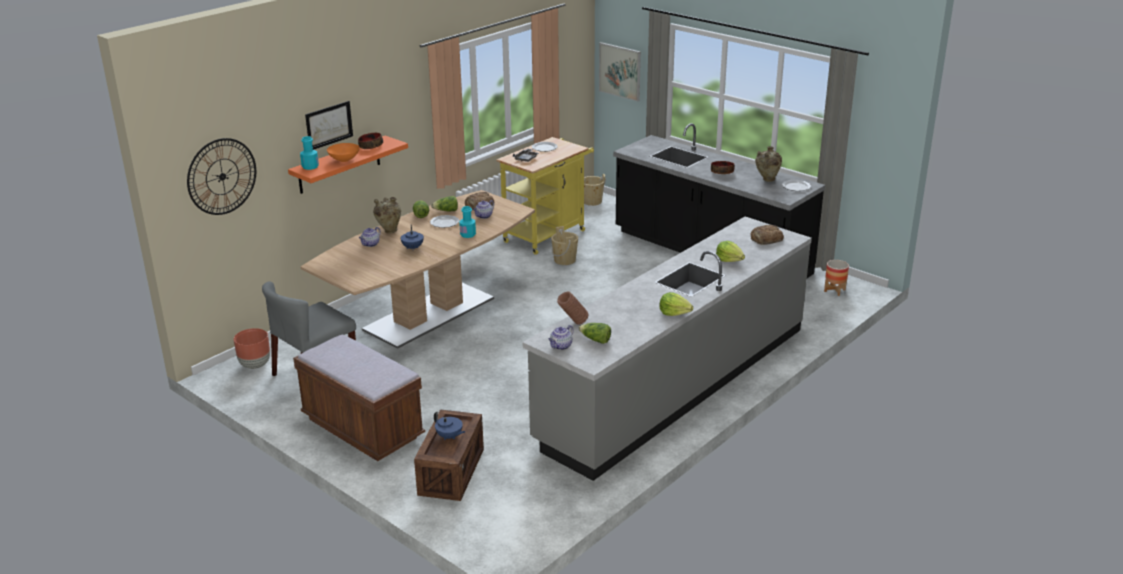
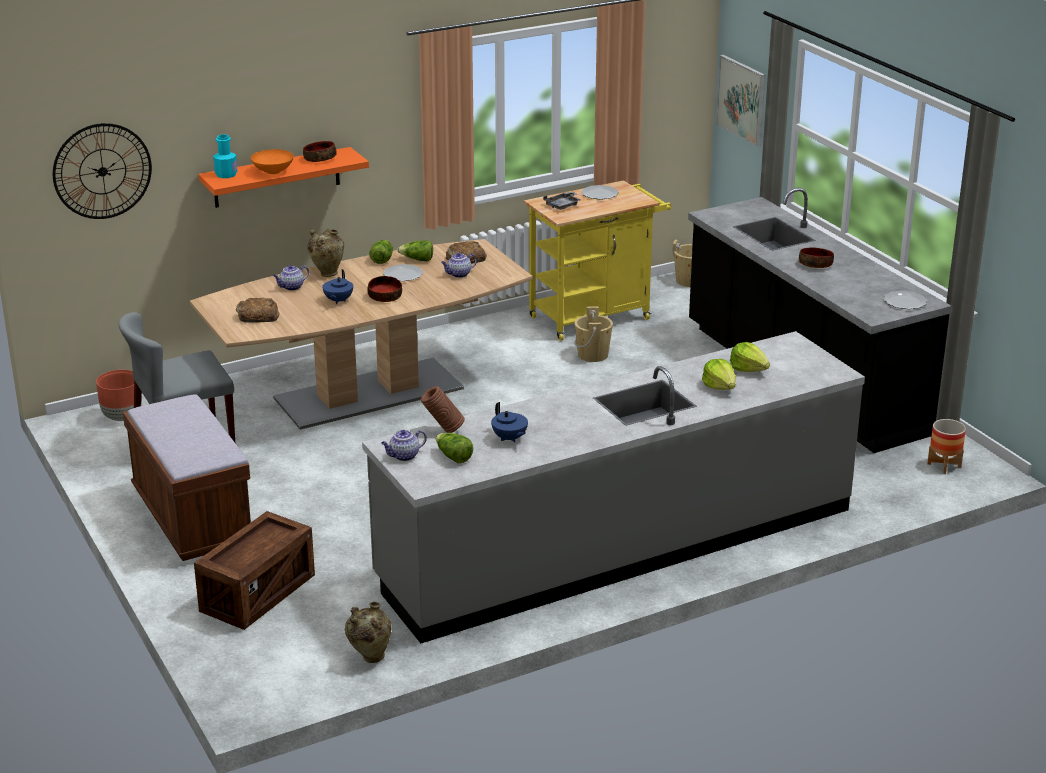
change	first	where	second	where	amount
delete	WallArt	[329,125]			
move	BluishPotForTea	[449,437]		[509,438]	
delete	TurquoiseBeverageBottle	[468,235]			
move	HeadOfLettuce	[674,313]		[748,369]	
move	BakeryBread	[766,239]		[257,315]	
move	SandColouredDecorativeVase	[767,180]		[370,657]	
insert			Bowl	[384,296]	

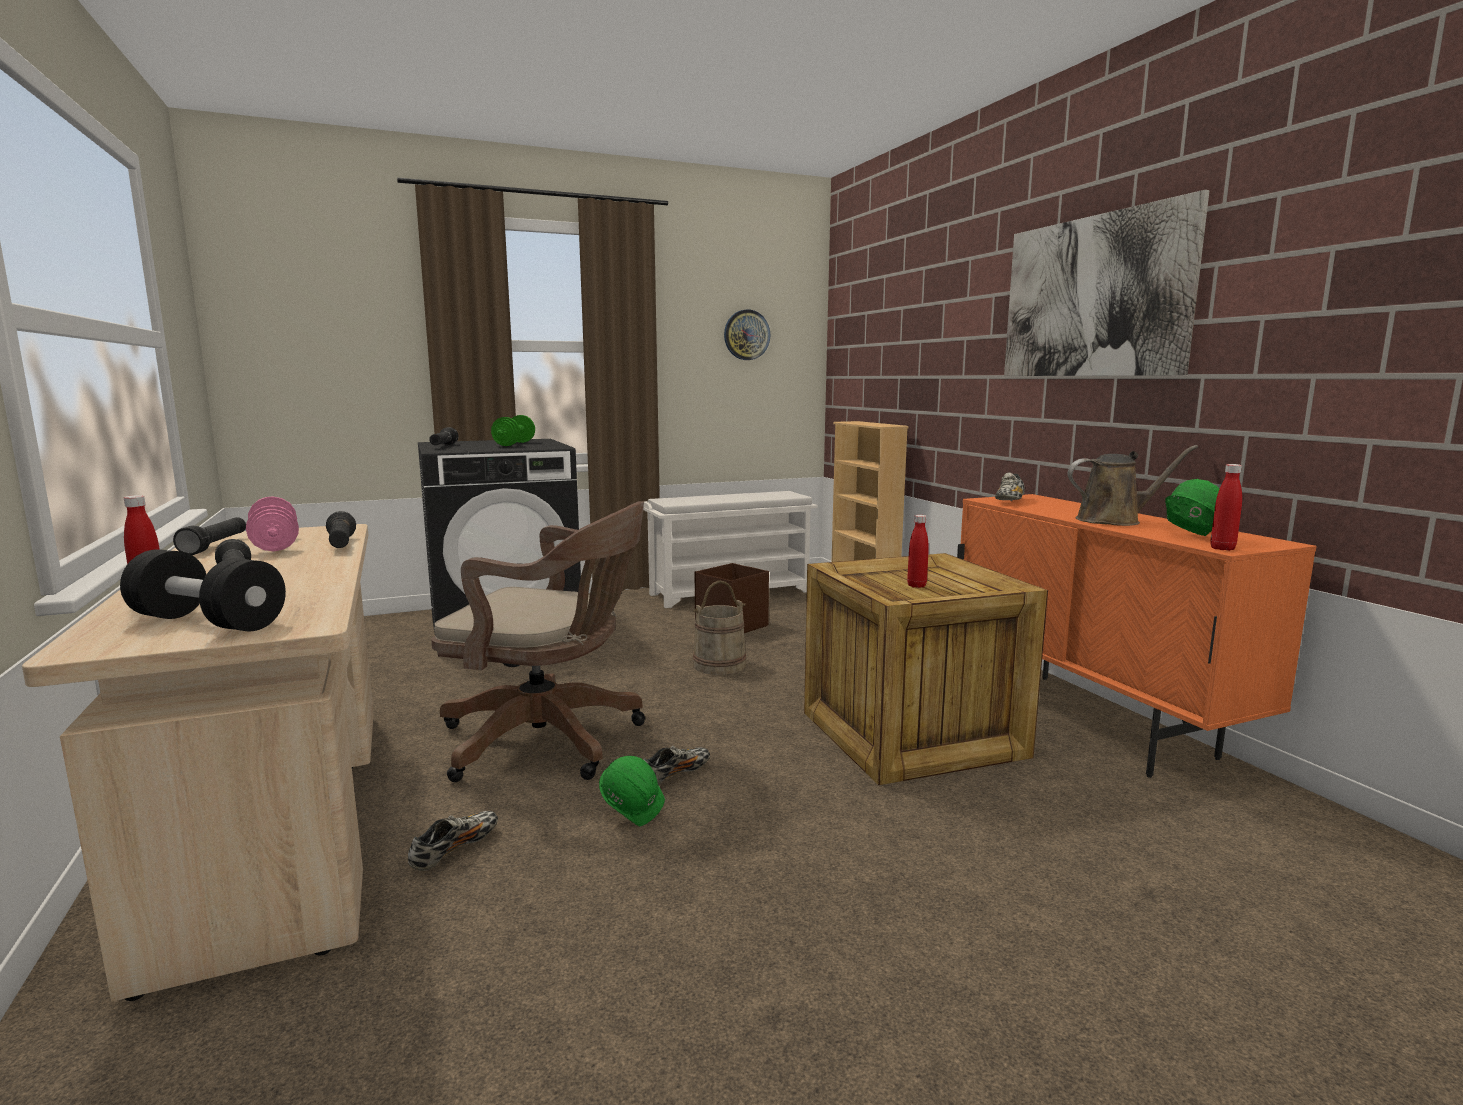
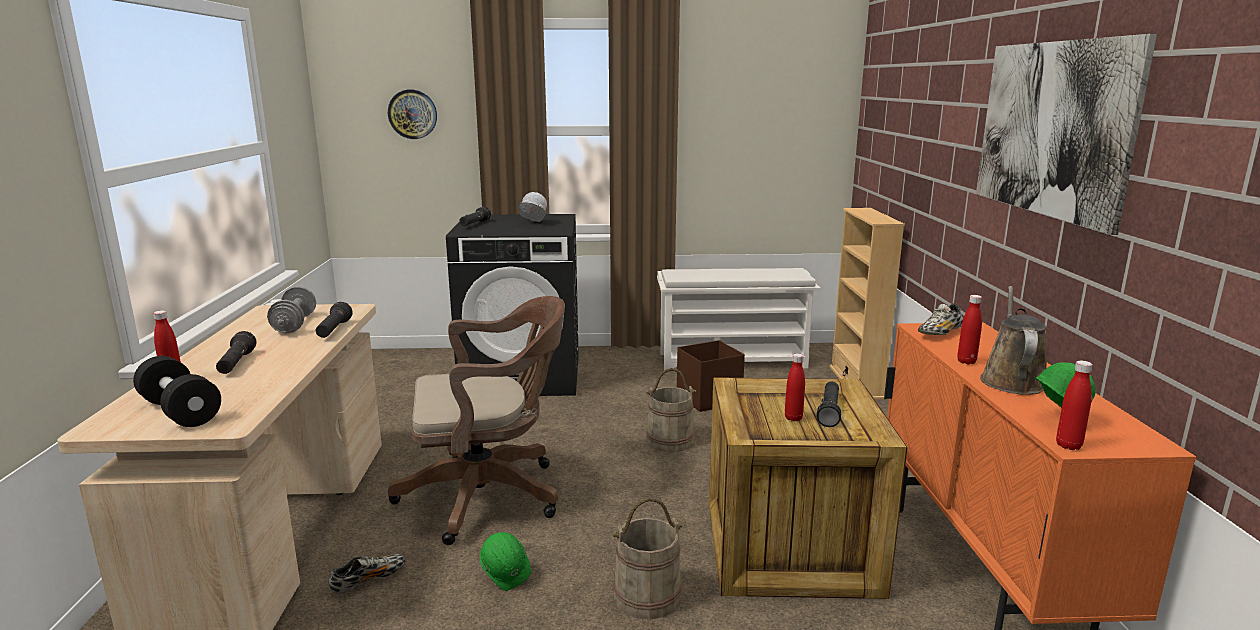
change	first	where	second	where	amount
move	BlackFlashlight	[216,546]		[829,411]	
recolor	PinkDumbbell	[275,544]	GreyishDumbbell	[294,324]	
rotate	BrownComputerChair	[551,741]		[490,495]	45 degrees counterclockwise
replace	GreenishDumbbell	[514,444]	WhiteColouredWorkHelmet	[532,224]	
delete	ItemOfFootwear	[674,775]			
move	ClockOnTheWall	[746,335]		[412,114]	
rotate	BrownSprinklingCan	[1114,520]		[1011,380]	90 degrees counterclockwise
insert			SandColouredBucket	[647,595]	
insert			RedColouredBeverageBottle	[966,361]	

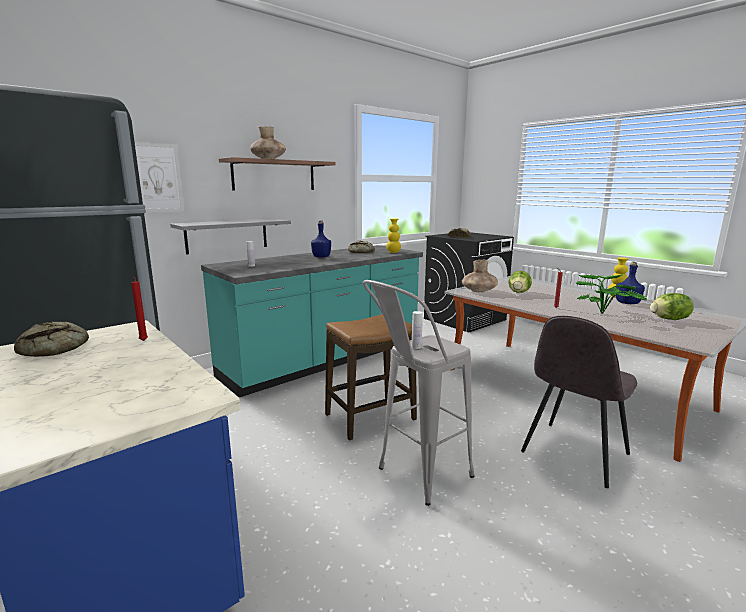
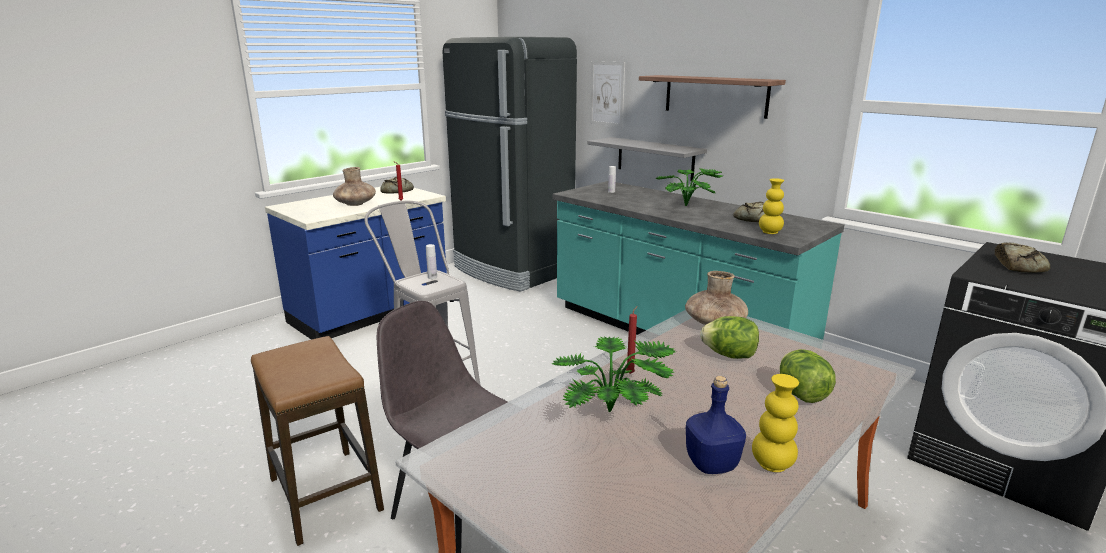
change	first	where	second	where	amount
move	BrownDecorativeVase	[268,159]		[355,204]	
replace	BluishBeverageBottle	[321,257]	PlantInAPot	[689,206]	
move	SittingStool	[370,417]		[325,494]	
move	HeadOfLettuce	[669,319]		[801,394]	

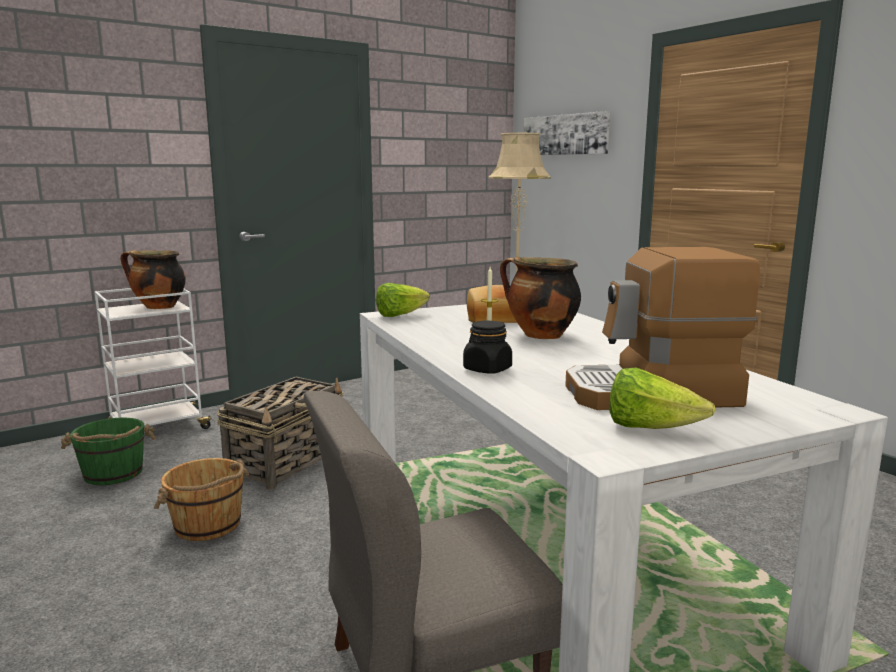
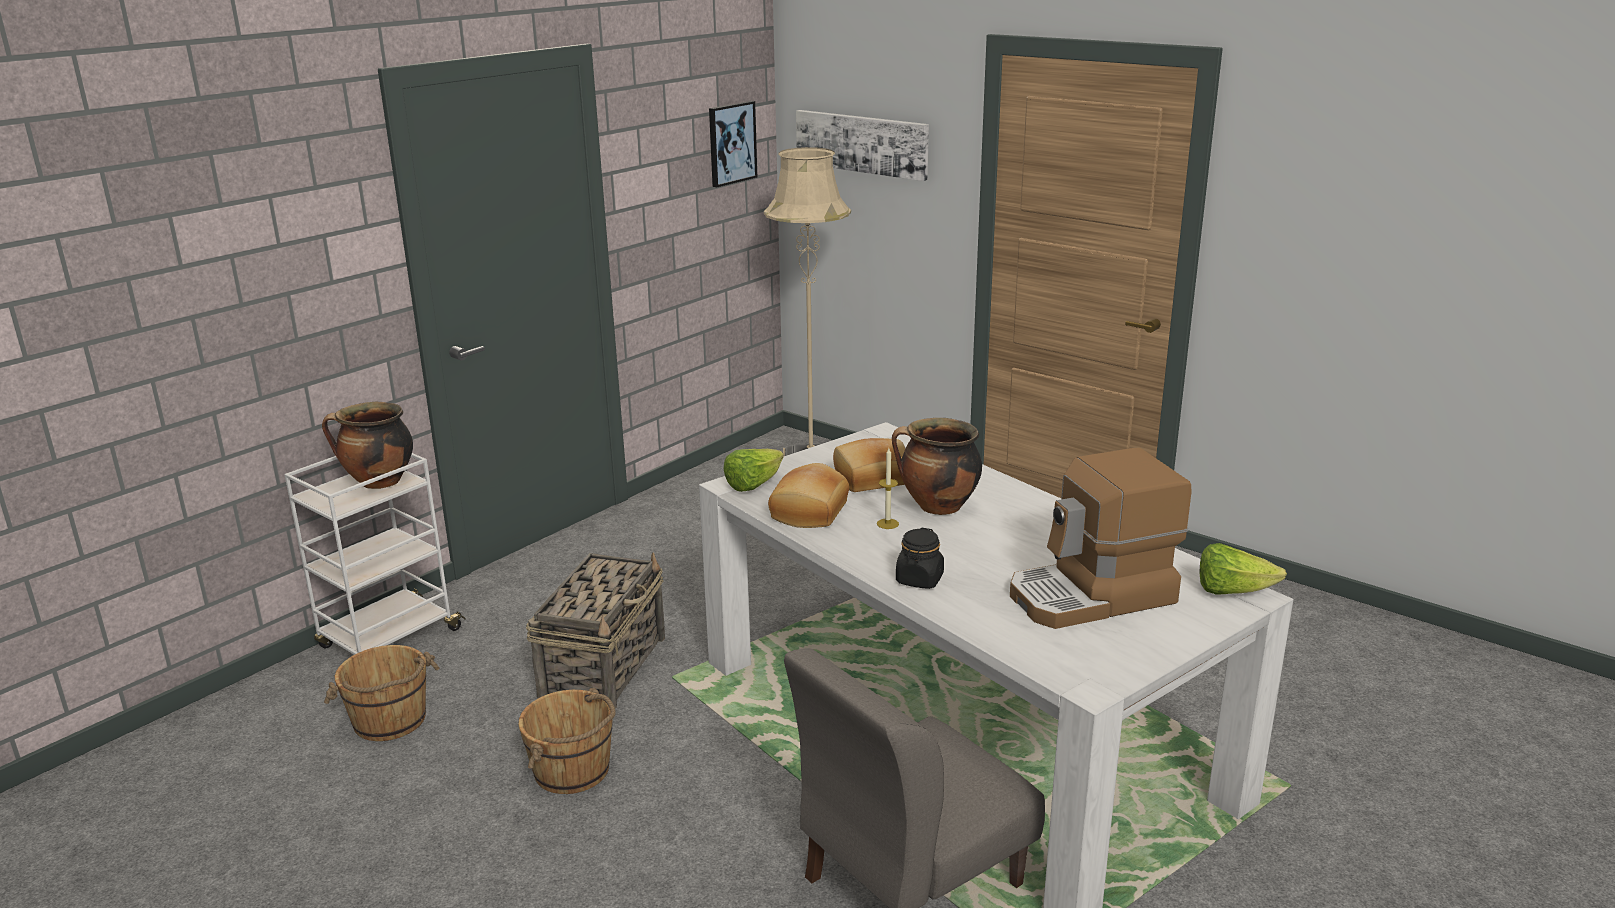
change	first	where	second	where	amount
recolor	GreenishBucket	[113,474]	BrownBucket	[390,721]	
move	HeadOfLettuce	[650,428]		[1231,591]	
insert			WallArt	[731,143]	
insert			BakeryBread	[811,512]	

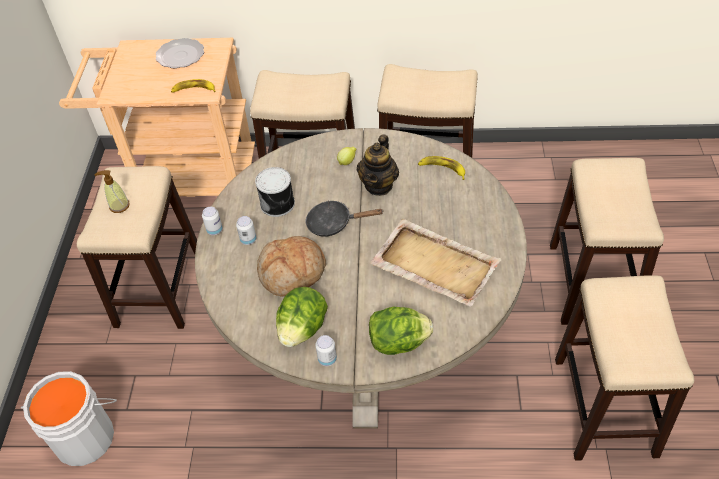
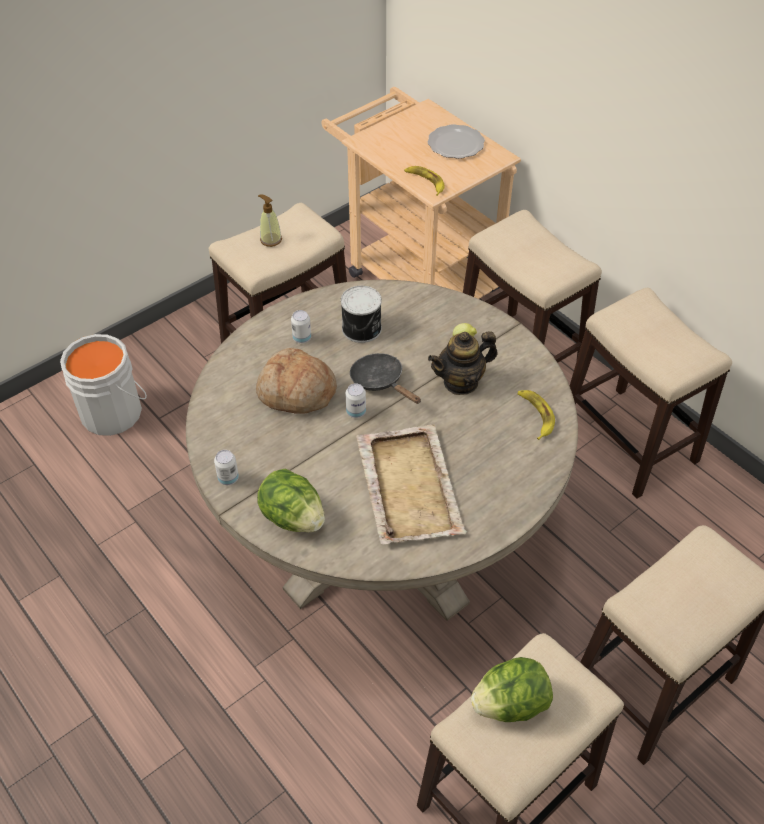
change	first	where	second	where	amount
move	SealedCan	[215,230]		[356,412]	
move	HeadOfLettuce	[302,329]		[510,704]	

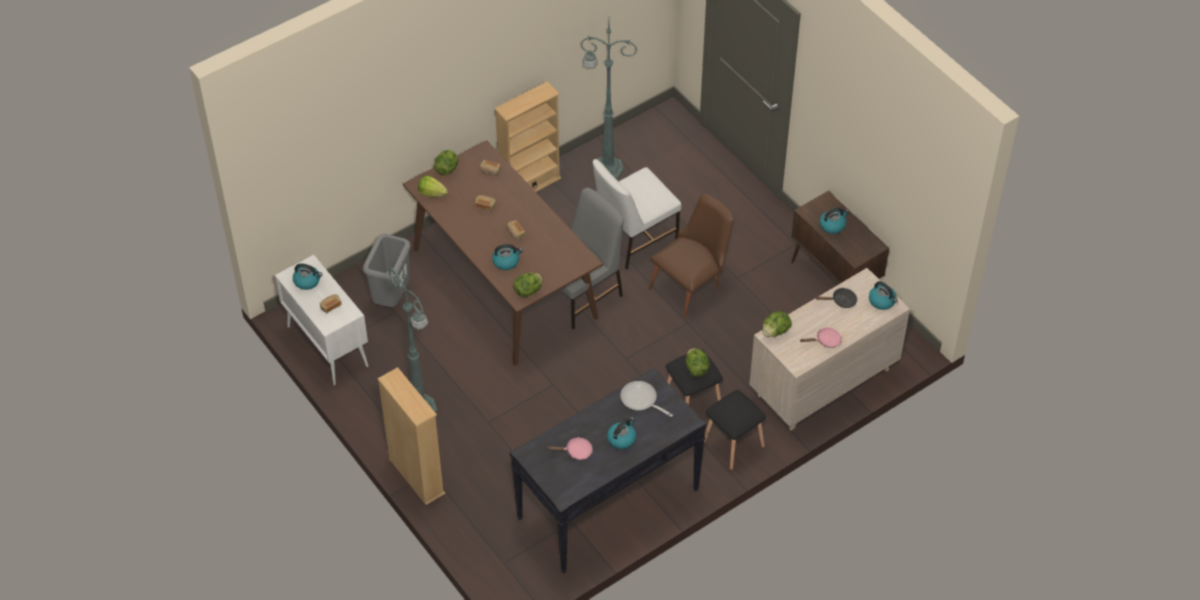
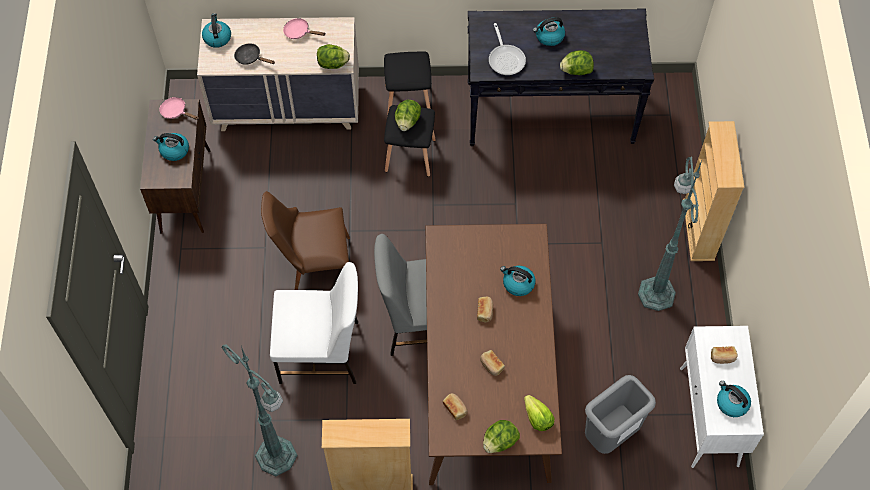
change	first	where	second	where	amount
move	HeadOfLettuce	[528,291]		[576,71]	
move	PinkFryingPan	[576,451]		[176,112]	

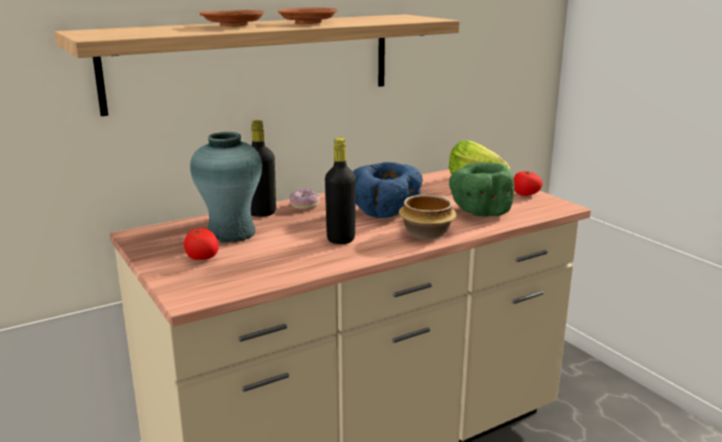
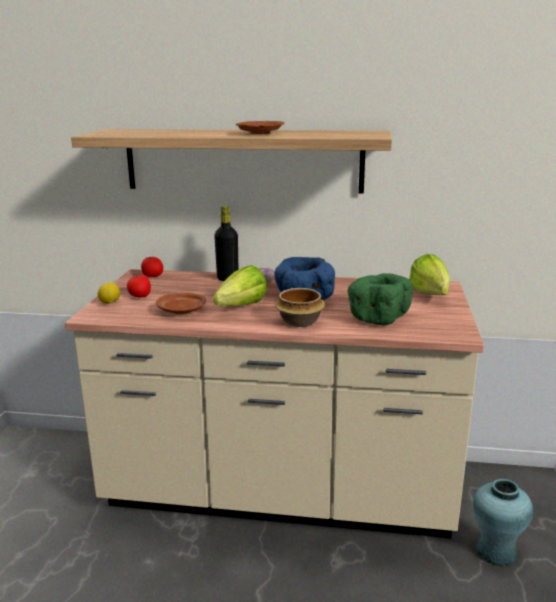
change	first	where	second	where	amount
move	TurquoiseDecorativeVase	[232,234]		[496,552]	
move	BrownPlate	[234,26]		[182,311]	
replace	BlackBeverageBottle	[341,239]	HeadOfLettuce	[236,308]	
move	WholeTomato	[525,194]		[152,276]	
insert			CitrusFruit	[110,303]	

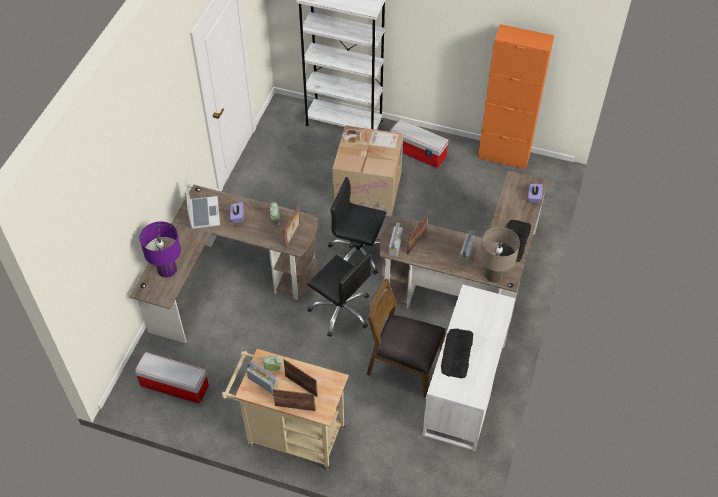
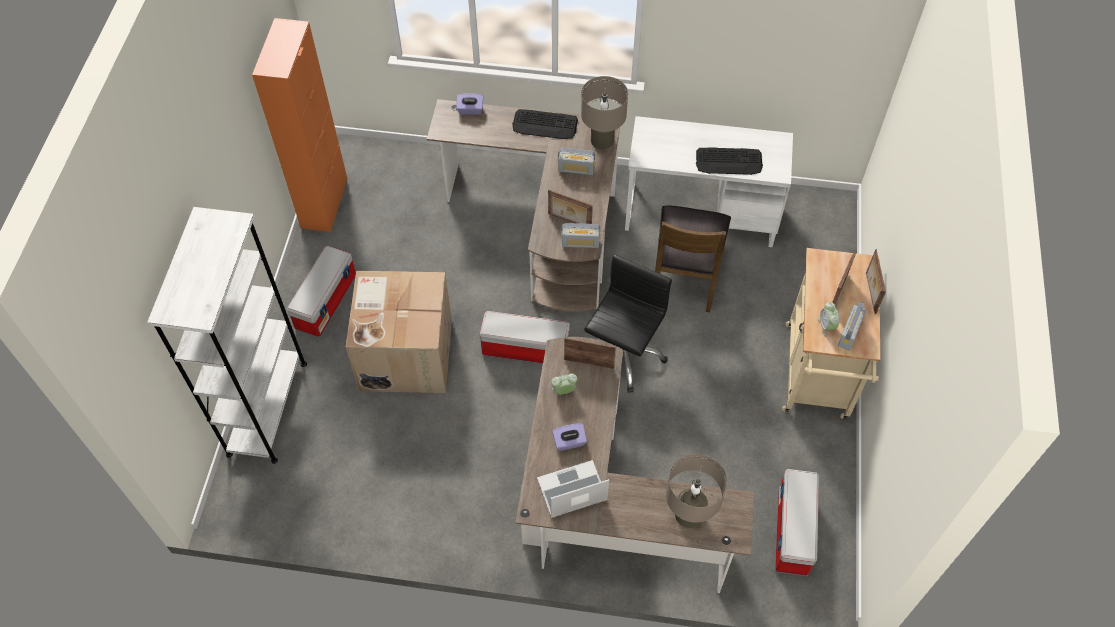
change	first	where	second	where	amount
recolor	PurplishLampForATable	[167,269]	SandColouredLampForATable	[689,514]	
replace	BlackComputerChair	[357,253]	StorageBin	[524,349]	

